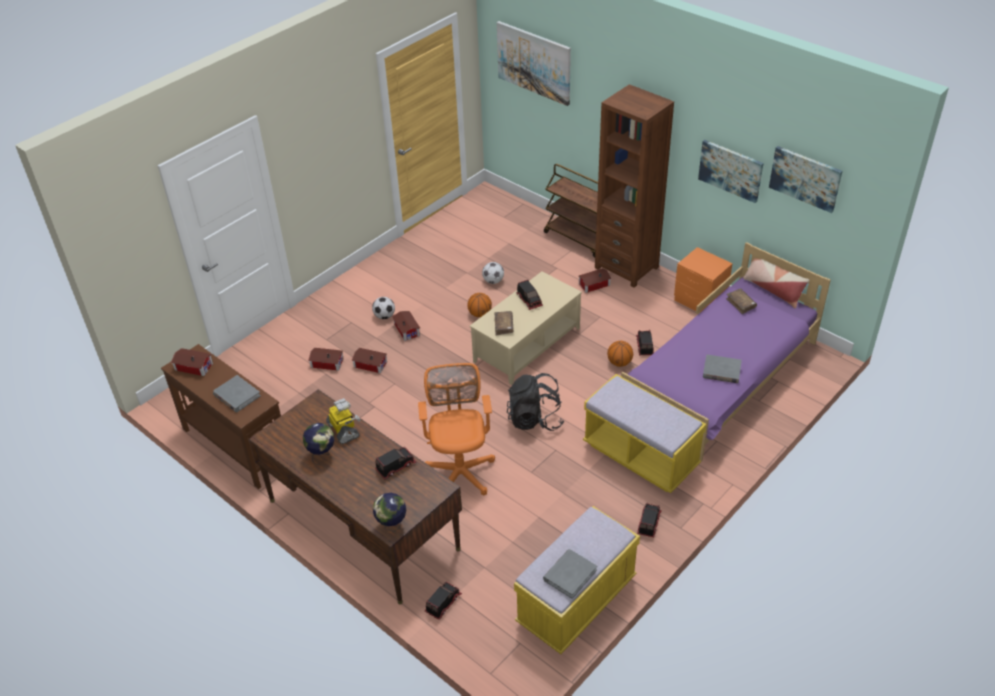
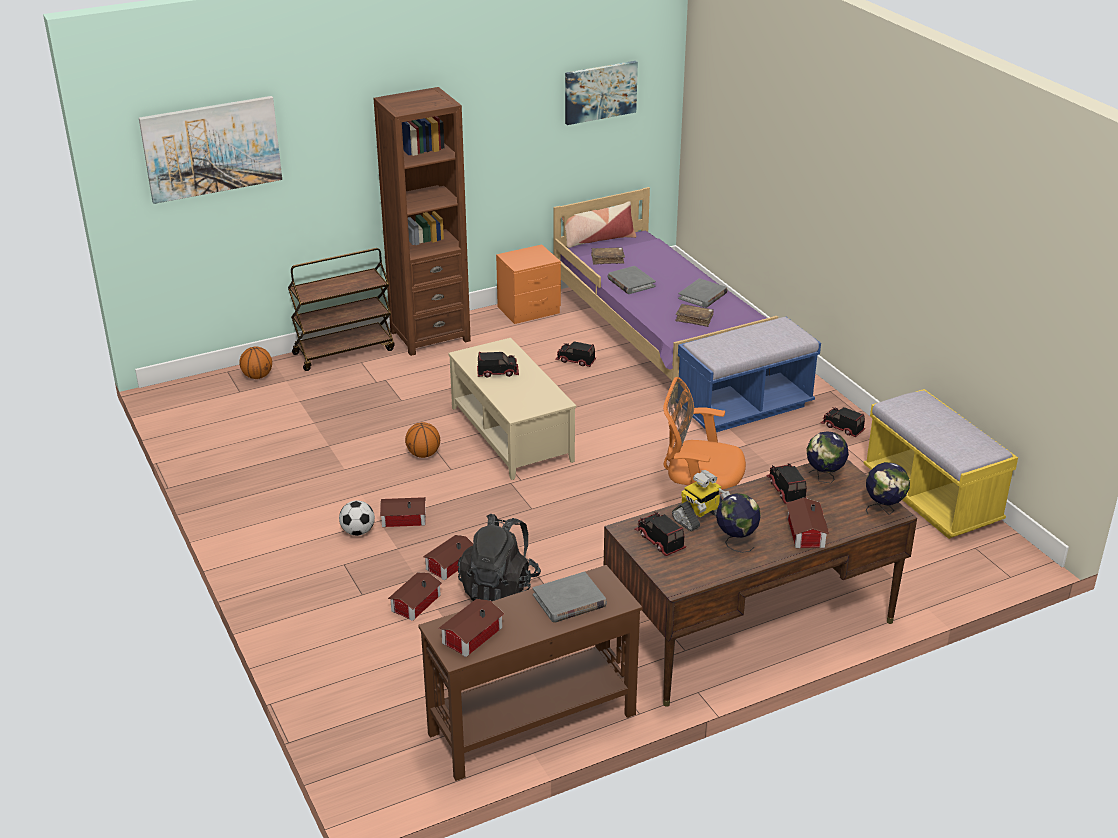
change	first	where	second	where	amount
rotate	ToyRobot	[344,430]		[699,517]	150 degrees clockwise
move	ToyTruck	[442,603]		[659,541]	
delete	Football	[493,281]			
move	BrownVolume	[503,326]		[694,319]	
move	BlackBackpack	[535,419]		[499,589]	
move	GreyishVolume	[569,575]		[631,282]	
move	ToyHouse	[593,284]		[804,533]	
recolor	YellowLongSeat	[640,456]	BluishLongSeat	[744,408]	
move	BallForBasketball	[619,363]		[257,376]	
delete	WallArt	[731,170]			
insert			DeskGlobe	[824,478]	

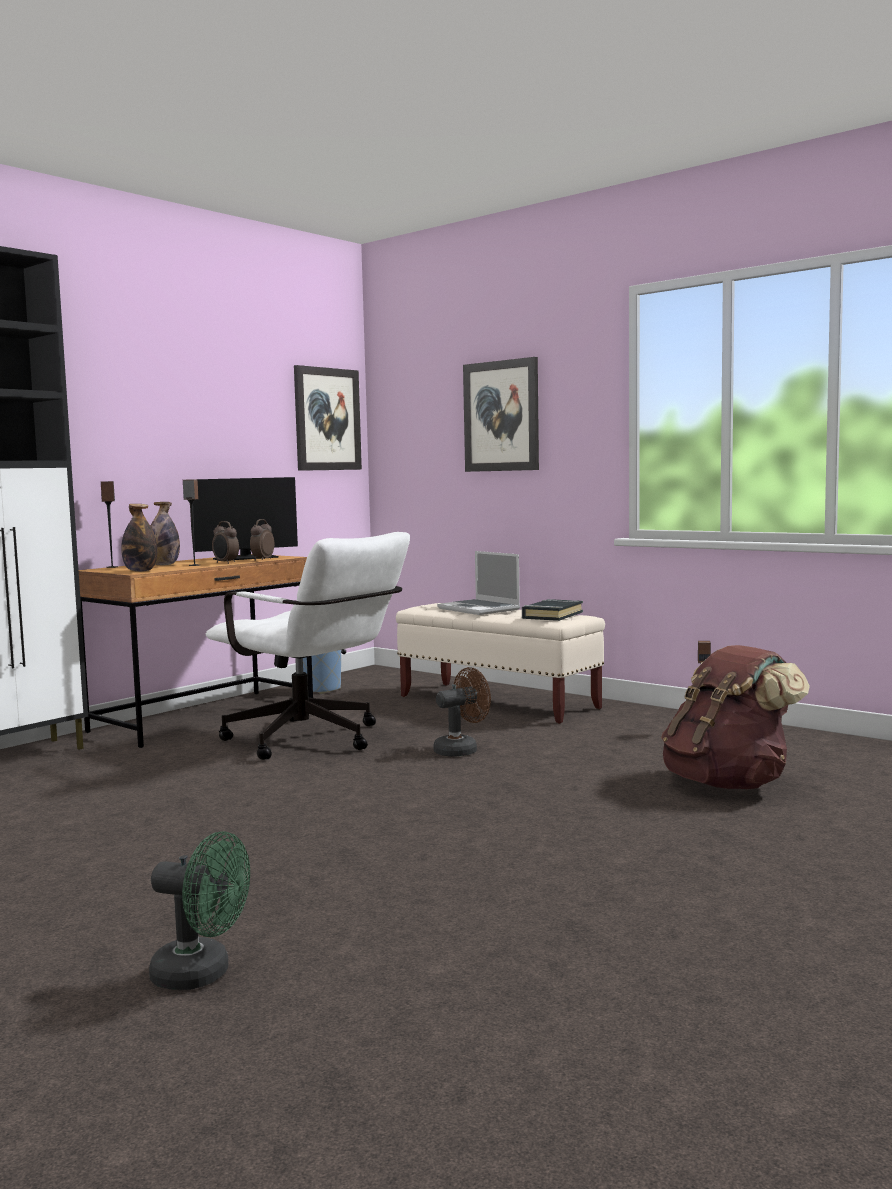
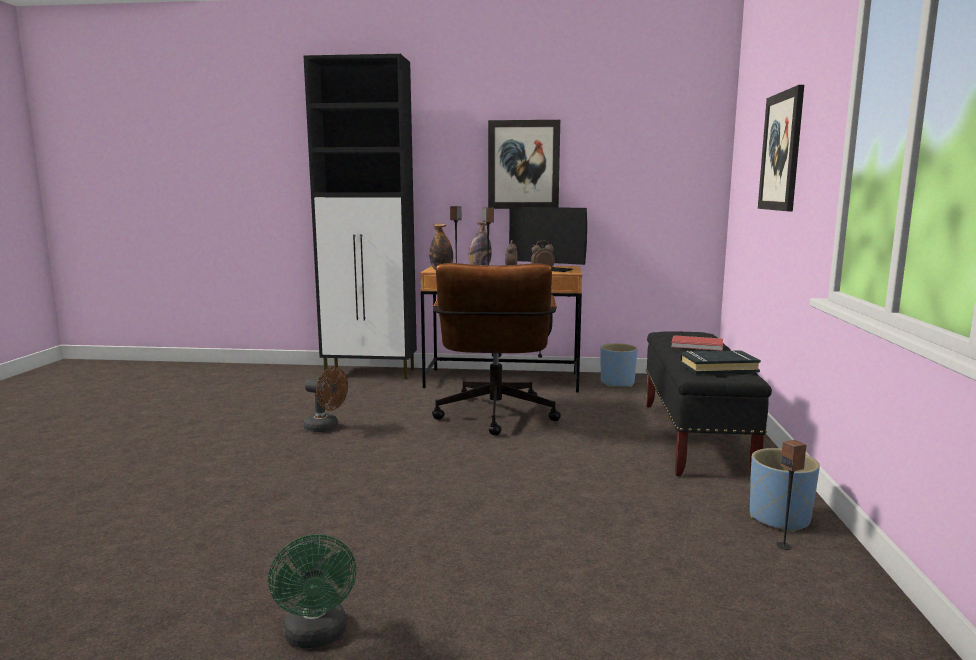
change	first	where	second	where	amount
move	GreenishFan	[202,974]		[316,637]	
recolor	WhiteColouredComputerChair	[313,741]	BrownComputerChair	[495,418]	
move	WallArt	[327,419]		[523,165]	
recolor	SandColouredLongSeat	[498,702]	BlackLongSeat	[695,438]	
move	BrownFan	[461,750]		[326,428]	
replace	NotebookComputer	[480,609]	RedColouredVolume	[697,346]	
delete	BrownBackpack	[728,784]			
insert			BluishPlantPot	[780,518]	

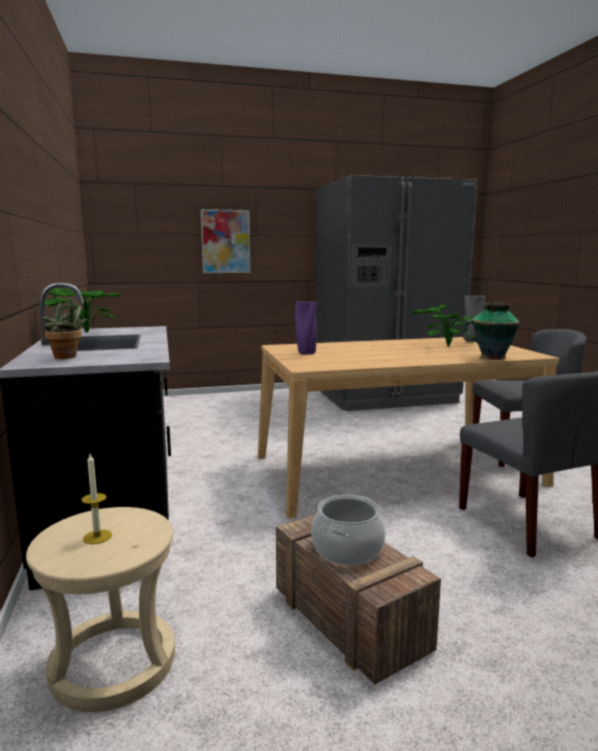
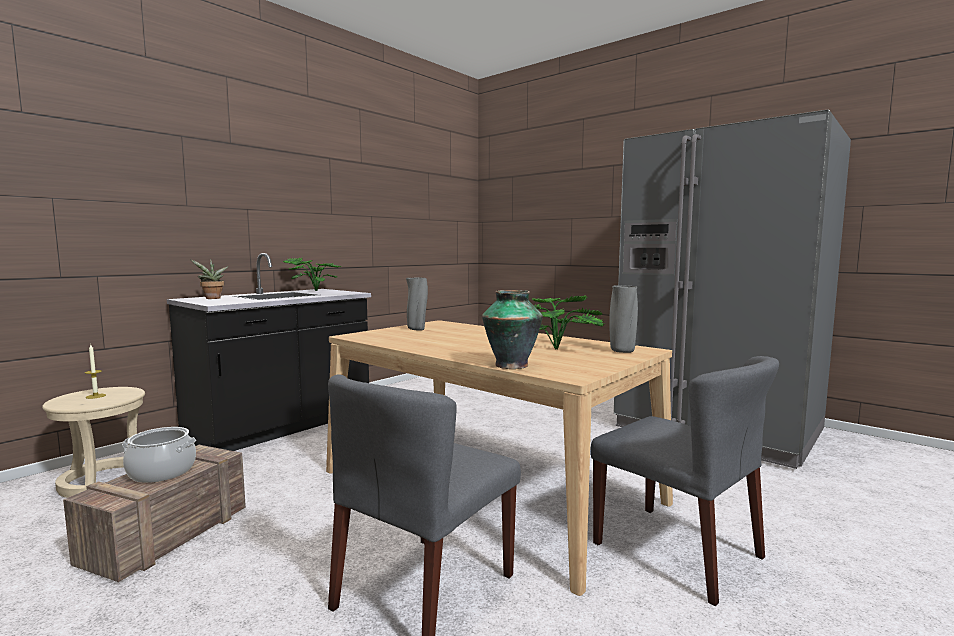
change	first	where	second	where	amount
delete	WallArt	[225,241]			
recolor	PurplishDecorativeVase	[305,353]	GreyishDecorativeVase	[417,329]	

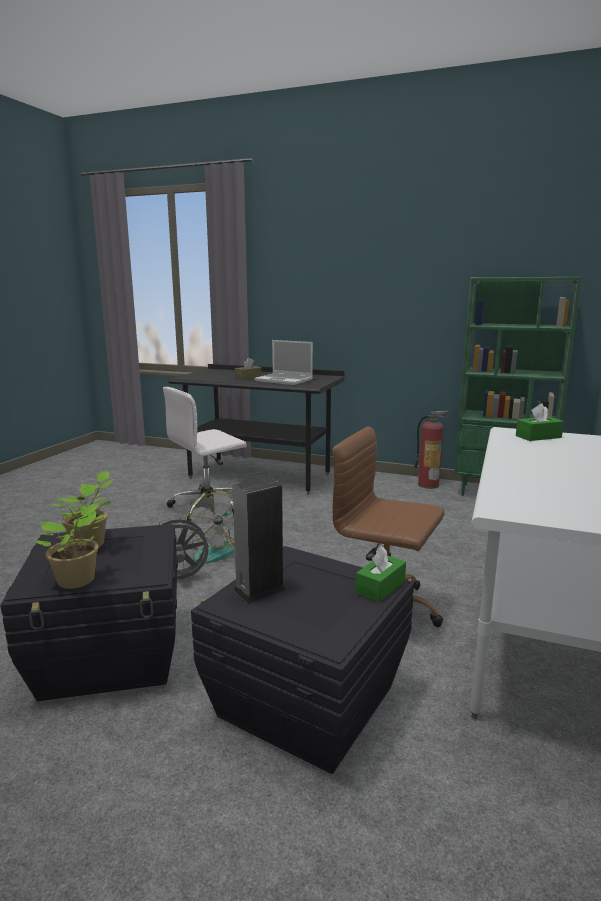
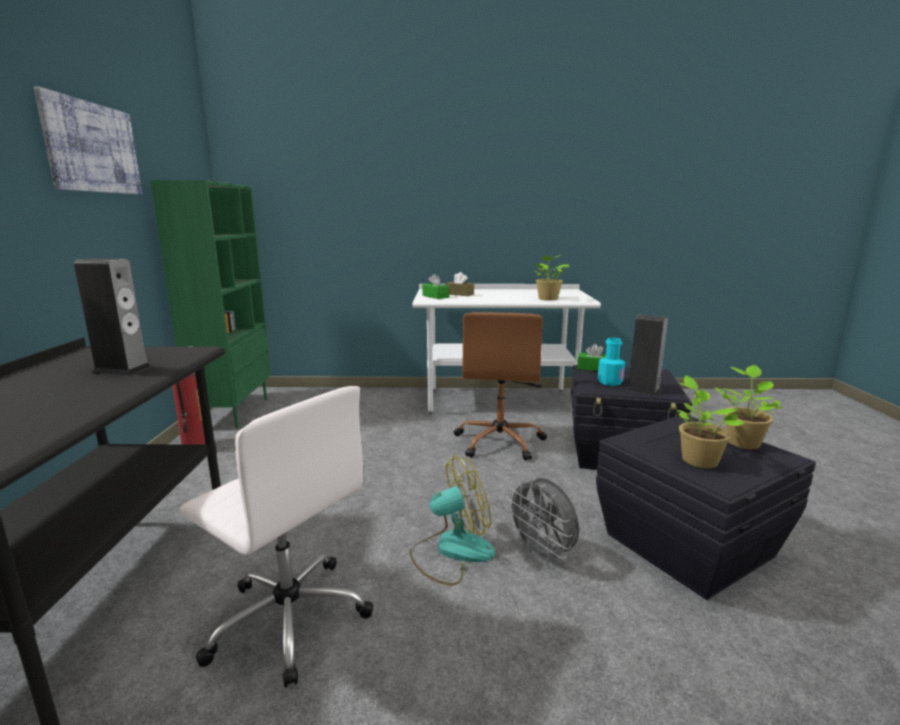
change	first	where	second	where	amount
move	BrownTissueBox	[248,378]		[459,294]	
replace	NotebookComputer	[285,380]	Speaker	[122,369]	
insert			WallArt	[92,148]	
insert			PlantInAPot	[548,299]	
insert			TurquoiseBeverageBottle	[610,382]	

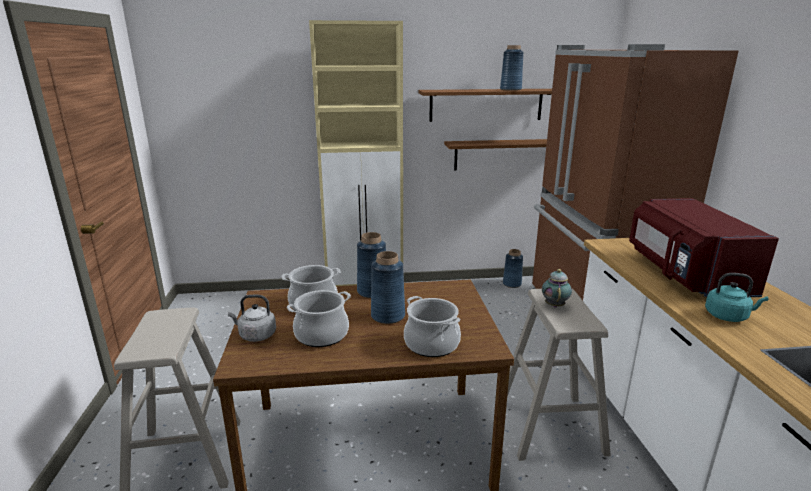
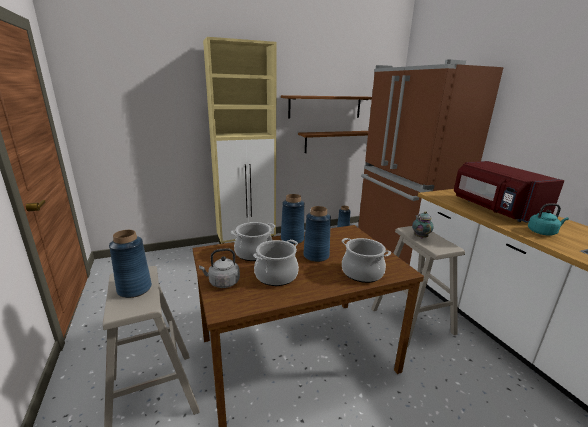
change	first	where	second	where	amount
move	BluishDecorativeVase	[510,89]		[134,289]	

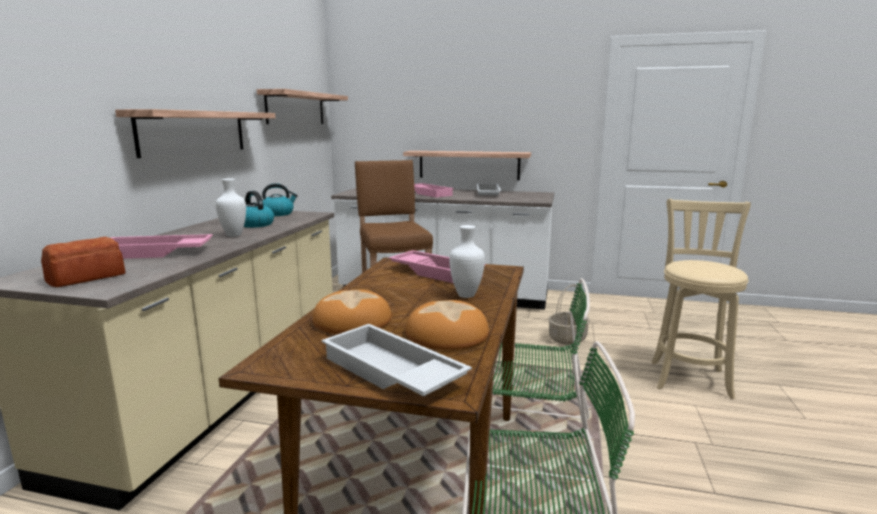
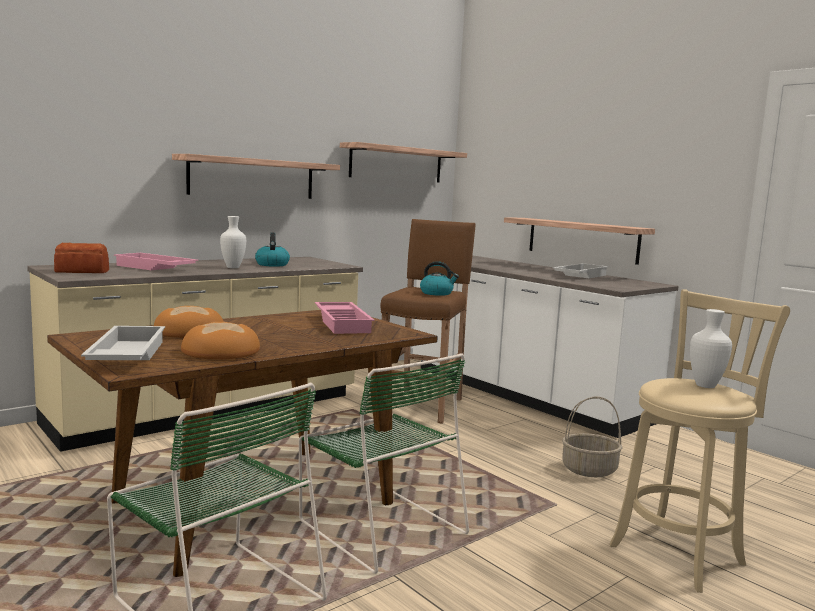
change	first	where	second	where	amount
move	WaterKettle	[278,214]		[437,293]	
delete	PinkTray	[429,193]			
move	WhiteColouredDecorativeVase	[466,295]		[706,385]	

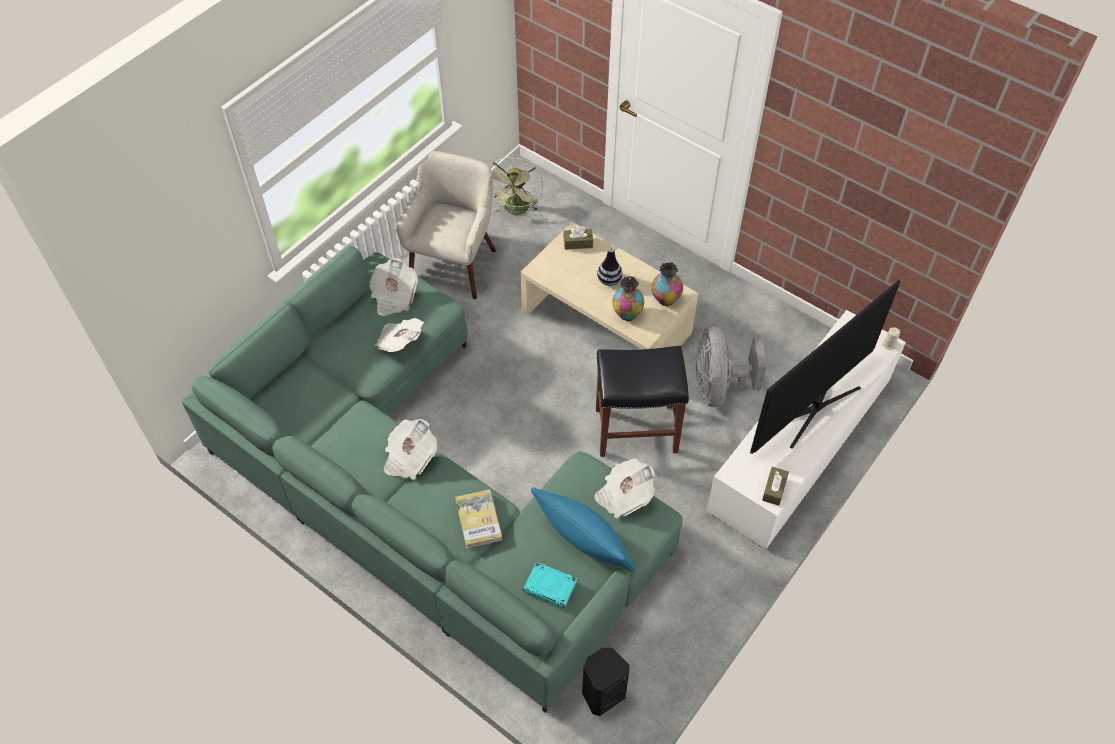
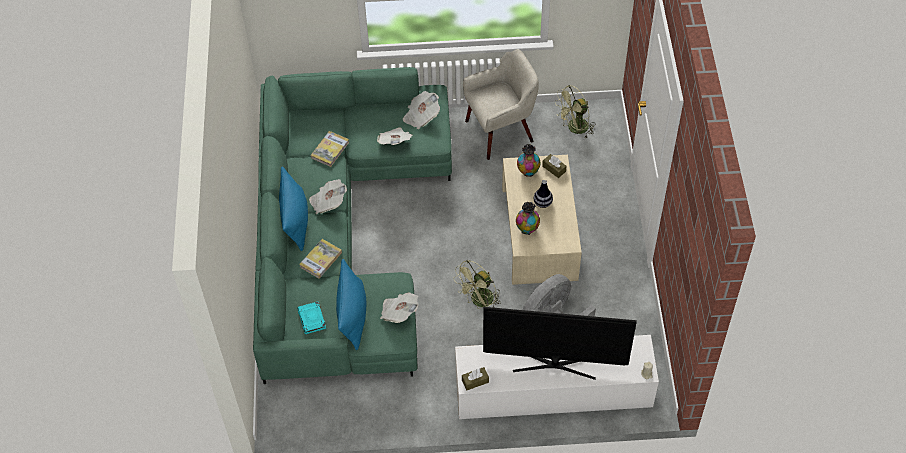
change	first	where	second	where	amount
delete	BlackSpeaker	[602,693]			
replace	BlackSittingStool	[637,429]	GreenishFan	[479,301]	
move	DecorativeVase	[665,299]		[528,171]	
insert			BluishCushion	[295,219]	
insert			Volume	[330,150]	

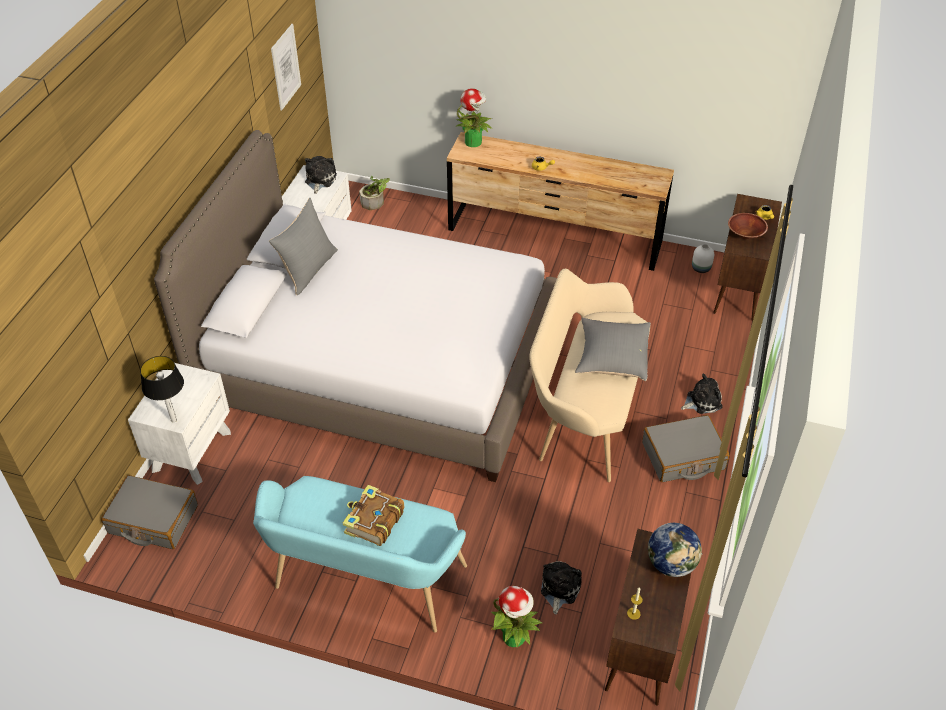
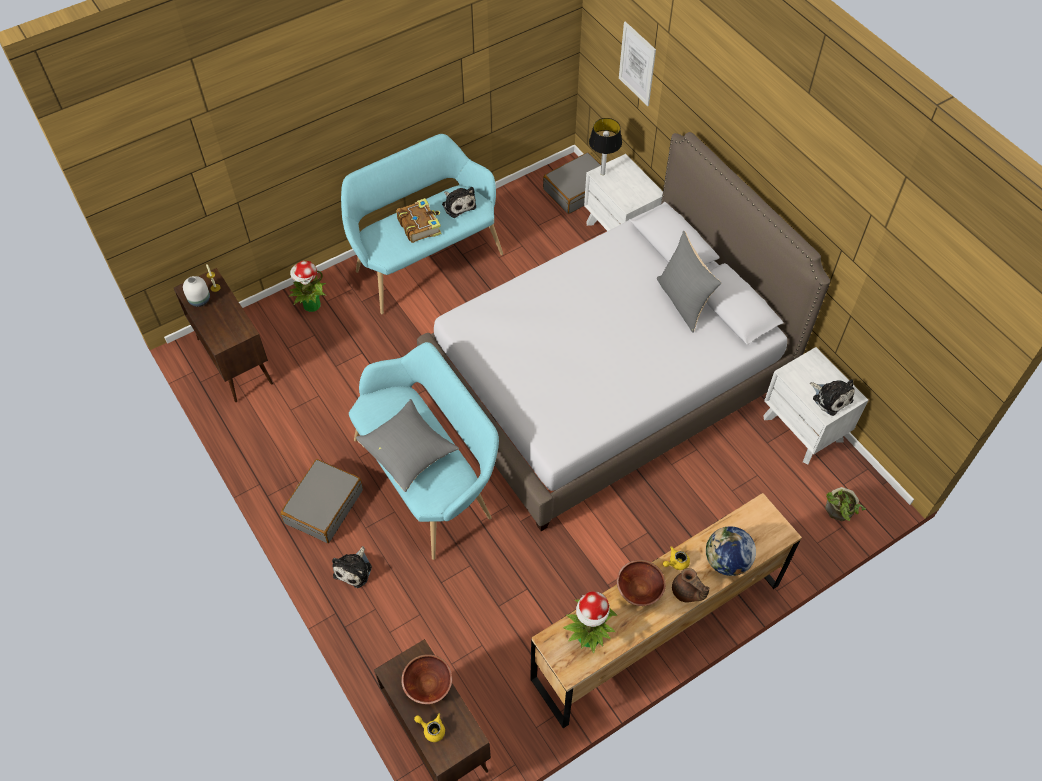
change	first	where	second	where	amount
move	WallArt	[286,67]		[637,64]	
move	PlantInAPot	[473,142]		[589,637]	
recolor	SandColouredLongSeat	[584,411]	TurquoiseLongSeat	[429,477]	
move	SoftToy	[559,589]		[458,204]	
move	DeskGlobe	[671,564]		[726,561]	
move	WhiteColouredDecorativeVase	[701,268]		[199,300]	
insert			BrownBowl	[639,588]	
insert			BrownPotForTea	[687,592]	

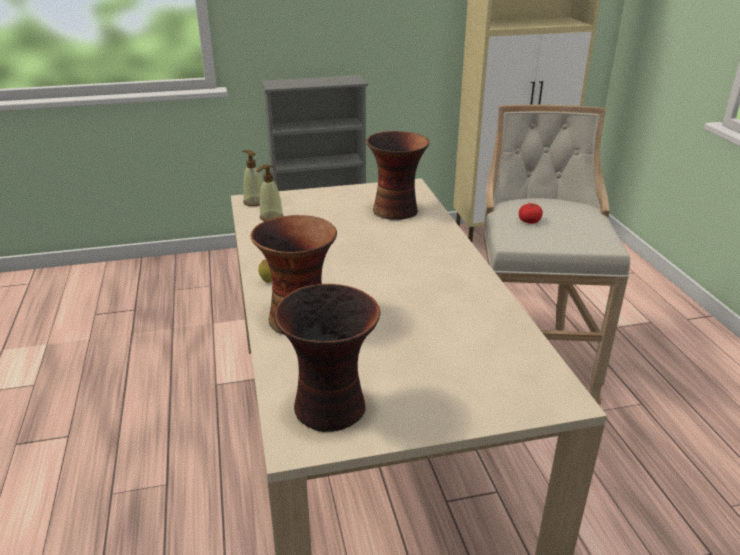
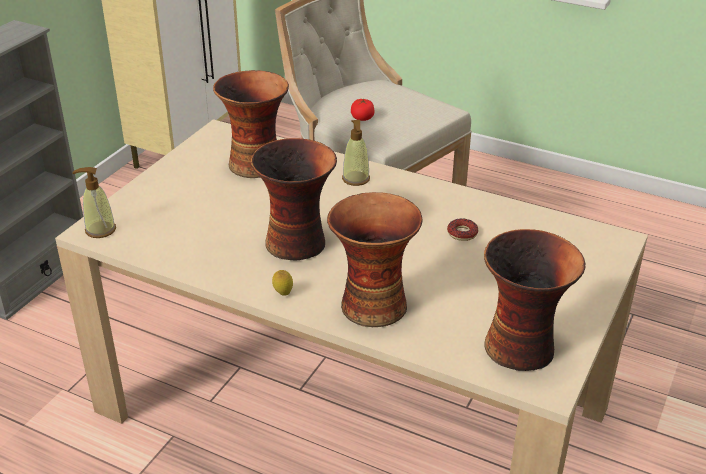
change	first	where	second	where	amount
move	SoapBottle	[271,217]		[356,179]	
insert			DecorativeVase	[298,242]	
insert			Donut	[462,233]	

